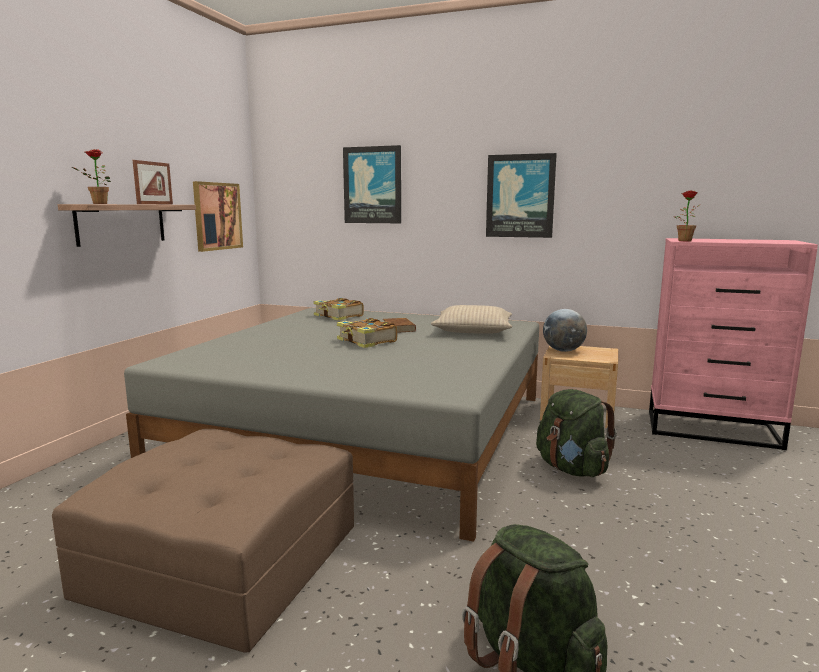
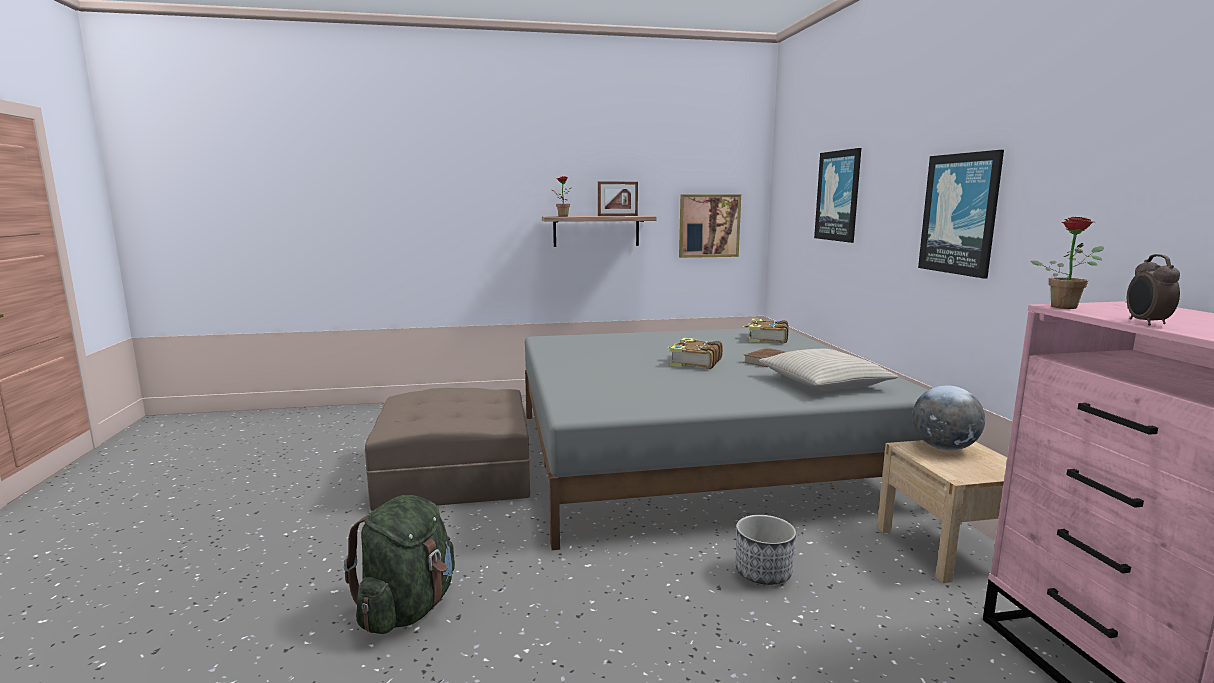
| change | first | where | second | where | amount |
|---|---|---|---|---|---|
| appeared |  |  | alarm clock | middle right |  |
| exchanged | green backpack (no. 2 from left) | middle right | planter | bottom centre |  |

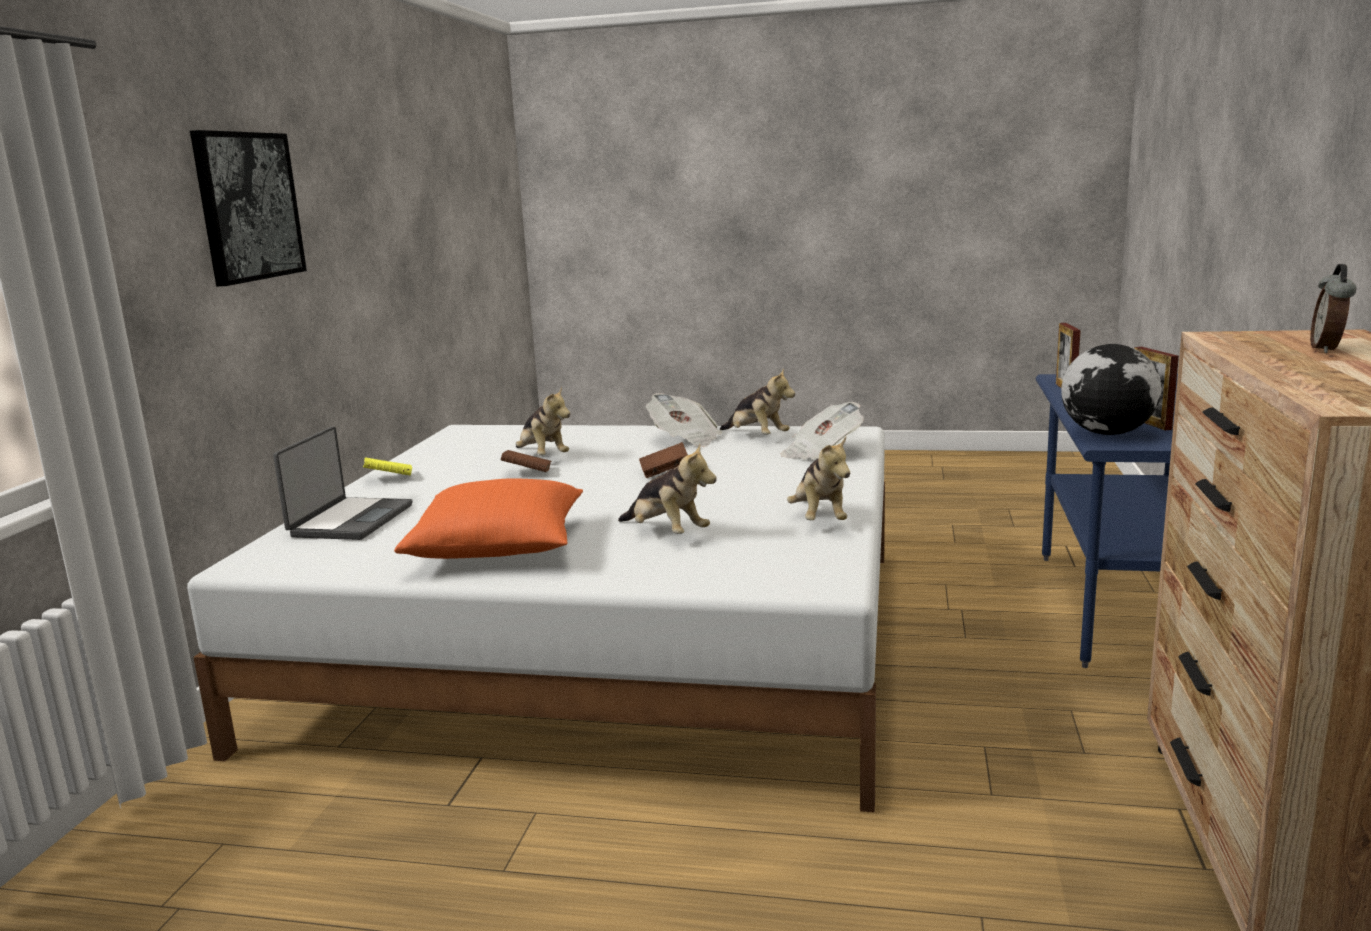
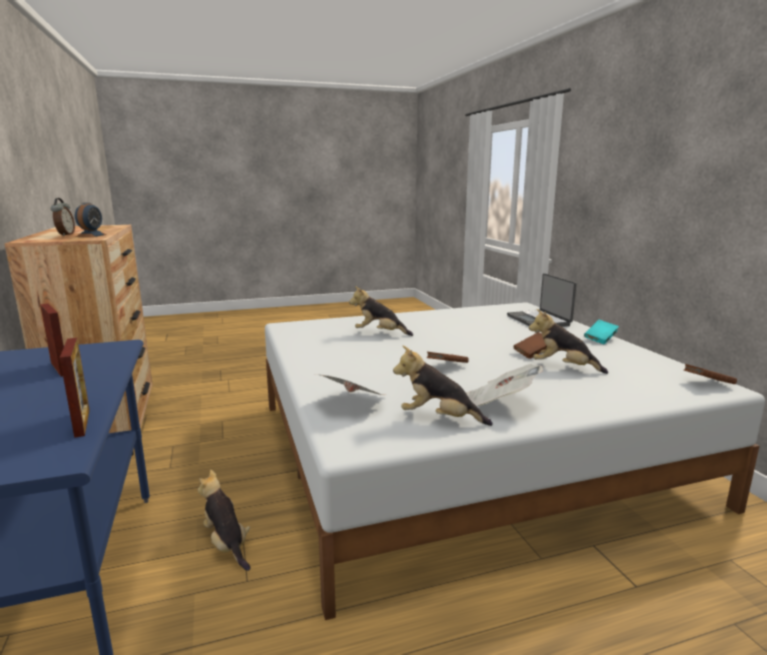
| change | first | where | second | where | amount |
|---|---|---|---|---|---|
| missing | picture | top left |  |  |  |
| missing | orange pillow | centre |  |  |  |
| missing | globe | middle right |  |  |  |
| appeared |  |  | alarm clock (no. 2 from left) | middle left |  |
| appeared |  |  | brown book (no. 3 from left) | middle right |  |
| relocated | plush toy (no. 4 from left in the first image) | centre | plush toy (no. 1 from left) | bottom left |  |
| colour | yellow book | middle left | turquoise book | middle right |  |

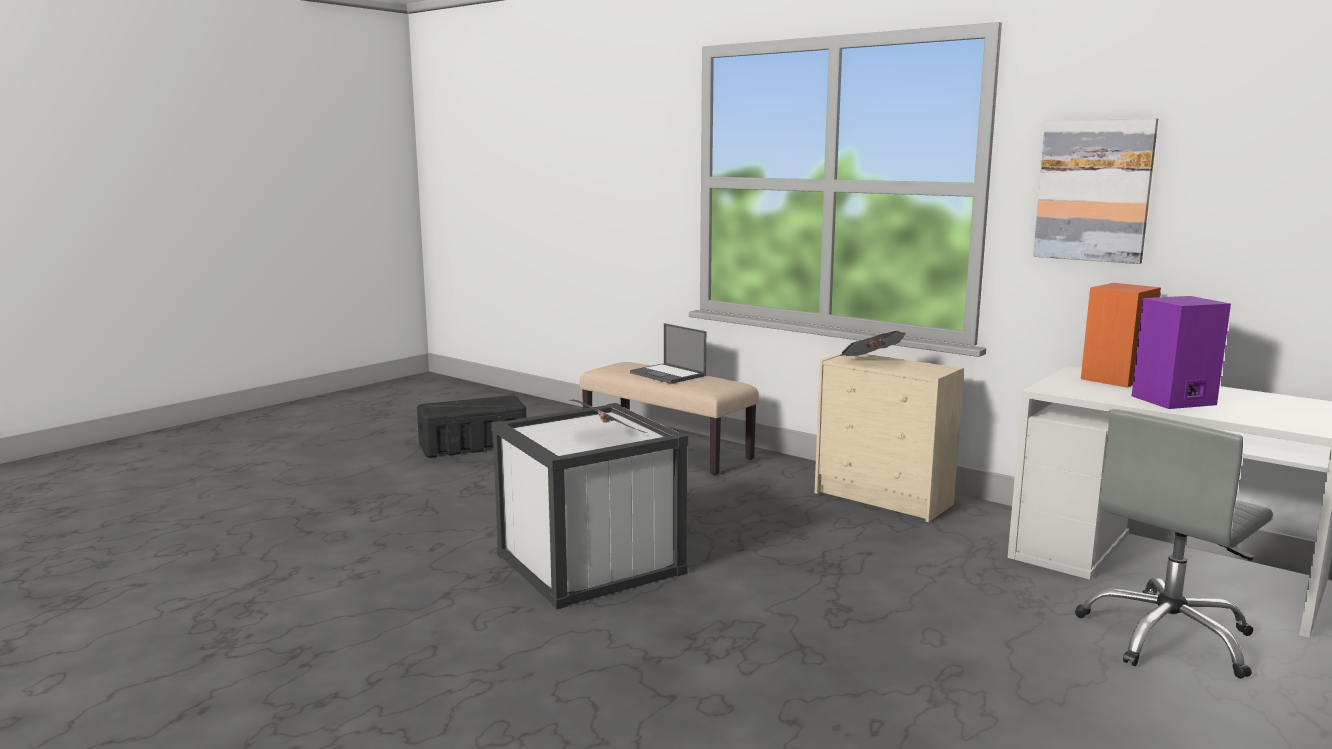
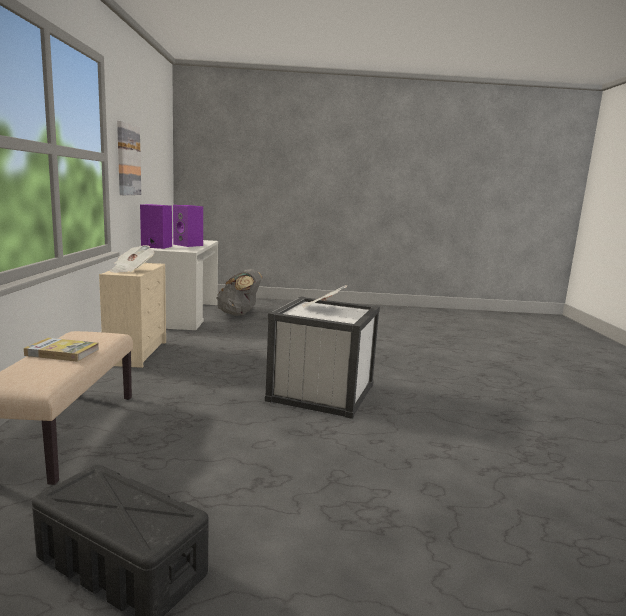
| change | first | where | second | where | amount |
|---|---|---|---|---|---|
| exchanged | laptop | centre | book | middle left |  |
| exchanged | grey office chair | bottom right | grey backpack | centre |  |
| colour | orange speaker | middle right | purple speaker (no. 1 from left) | middle left |  |

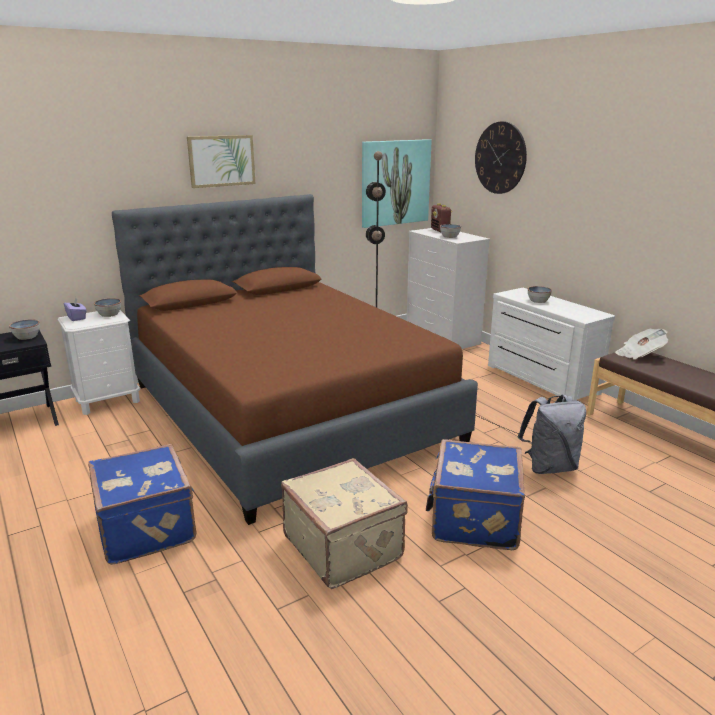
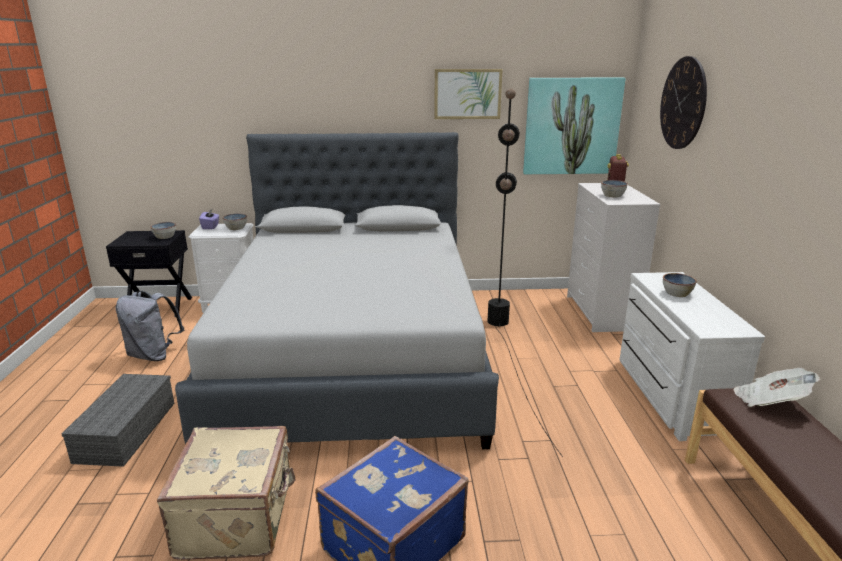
| change | first | where | second | where | amount |
|---|---|---|---|---|---|
| relocated | picture (no. 1 from left) | top left |  | top centre |  |
| relocated | grey backpack | middle right |  | middle left |  |
| exchanged | blue suitcase (no. 1 from left) | bottom left | grey storage box | bottom left |  |
| colour | brown bed | centre | grey bed | centre |  |

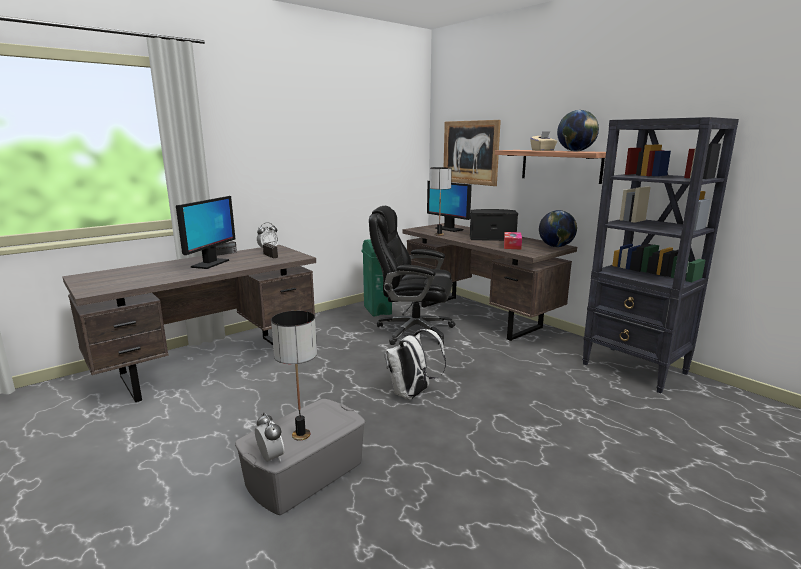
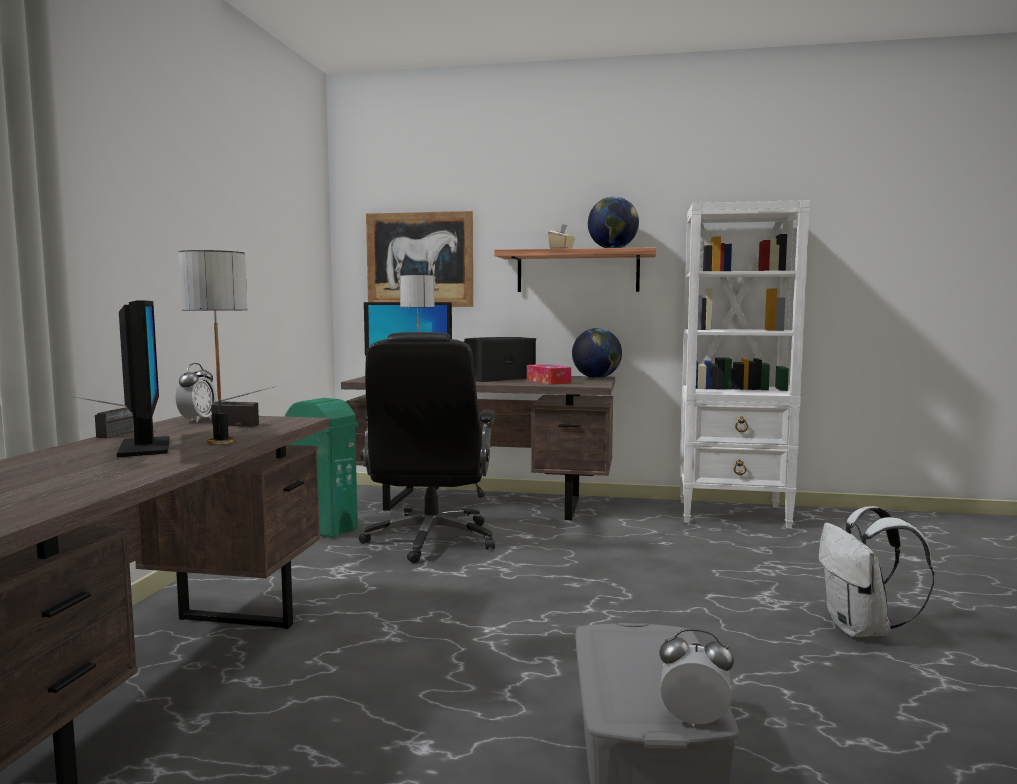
| change | first | where | second | where | amount |
|---|---|---|---|---|---|
| relocated | table lamp (no. 1 from left) | centre |  | middle left |  |
| relocated | white backpack | centre |  | bottom right |  |
| colour | black bookcase | middle right | white bookcase | middle right |  |
| spun | black office chair | centre |  | centre | 60 degrees counterclockwise |

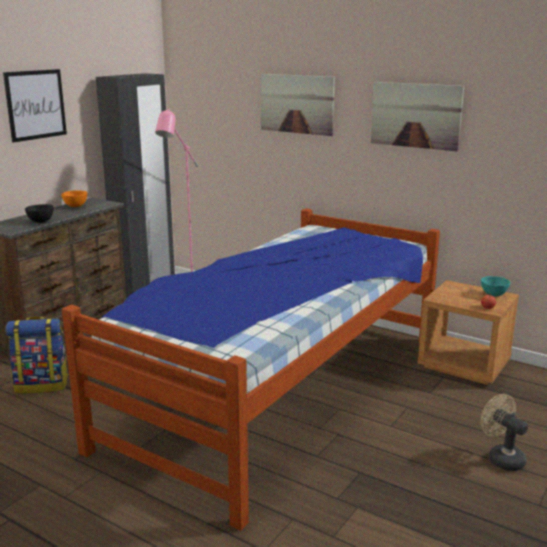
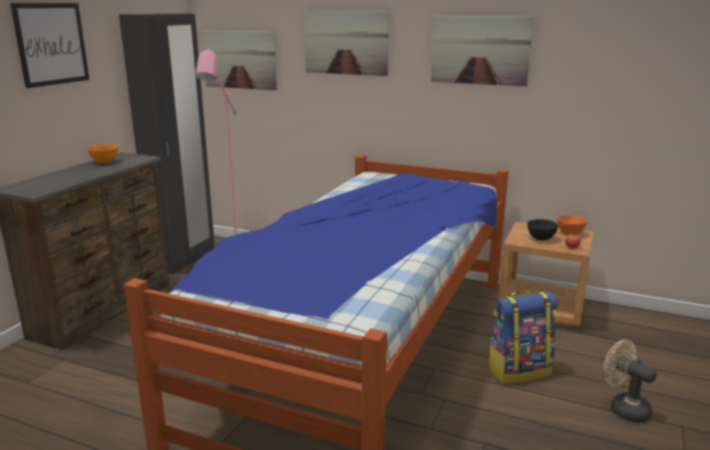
| change | first | where | second | where | amount |
|---|---|---|---|---|---|
| appeared |  |  | picture (no. 2 from left) | top centre |  |
| relocated | backpack | middle left |  | bottom right |  |
| relocated | black bowl | middle left |  | middle right |  |
| colour | turquoise bowl | middle right | orange bowl (no. 2 from left) | middle right |  |

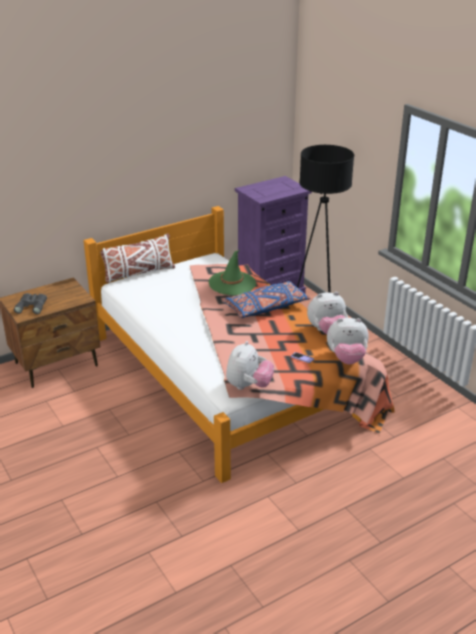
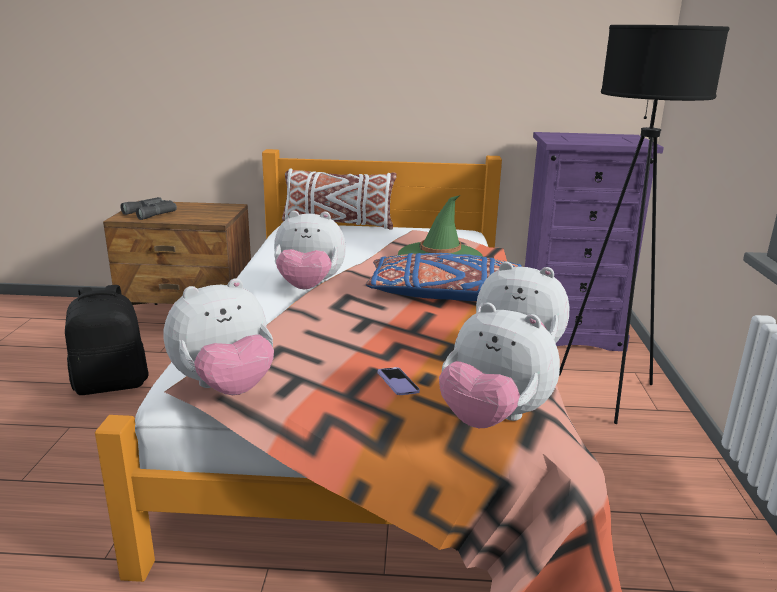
| change | first | where | second | where | amount |
|---|---|---|---|---|---|
| appeared |  |  | black backpack | middle left |  |
| appeared |  |  | plush toy (no. 2 from left) | centre |  |

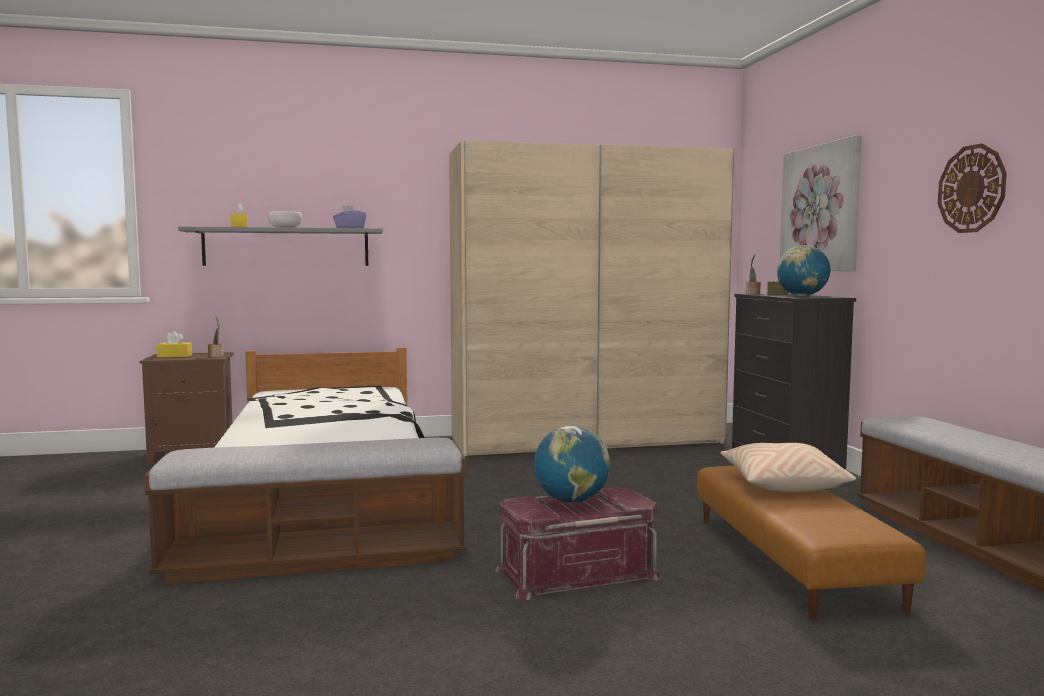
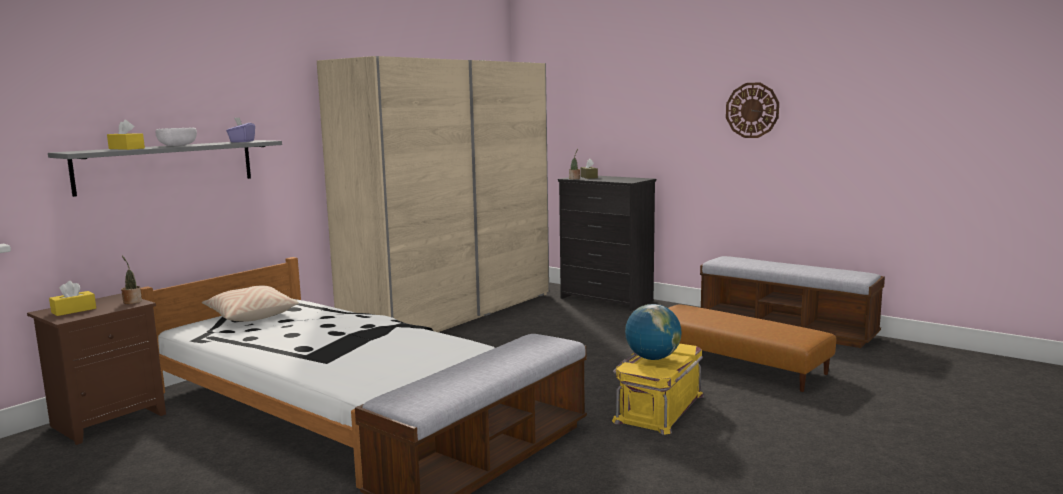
| change | first | where | second | where | amount |
|---|---|---|---|---|---|
| missing | globe (no. 2 from left) | middle right |  |  |  |
| missing | picture | top right |  |  |  |
| relocated | beige pillow | bottom right |  | middle left |  |
| colour | red storage box | bottom centre | yellow storage box | bottom centre |  |

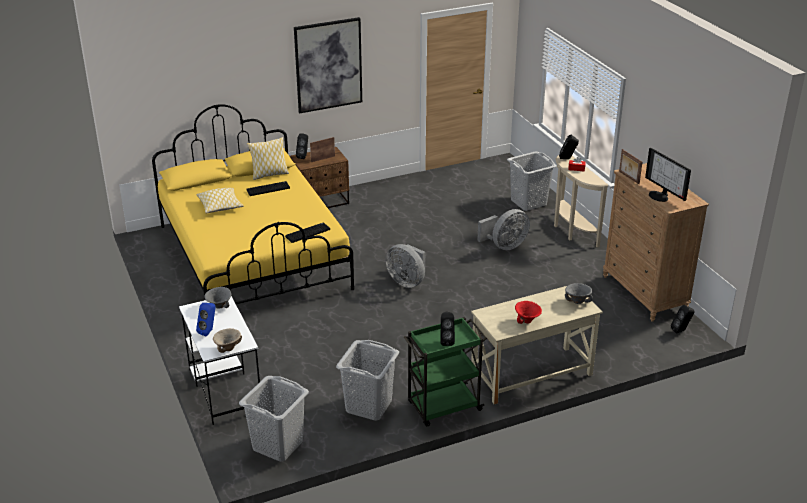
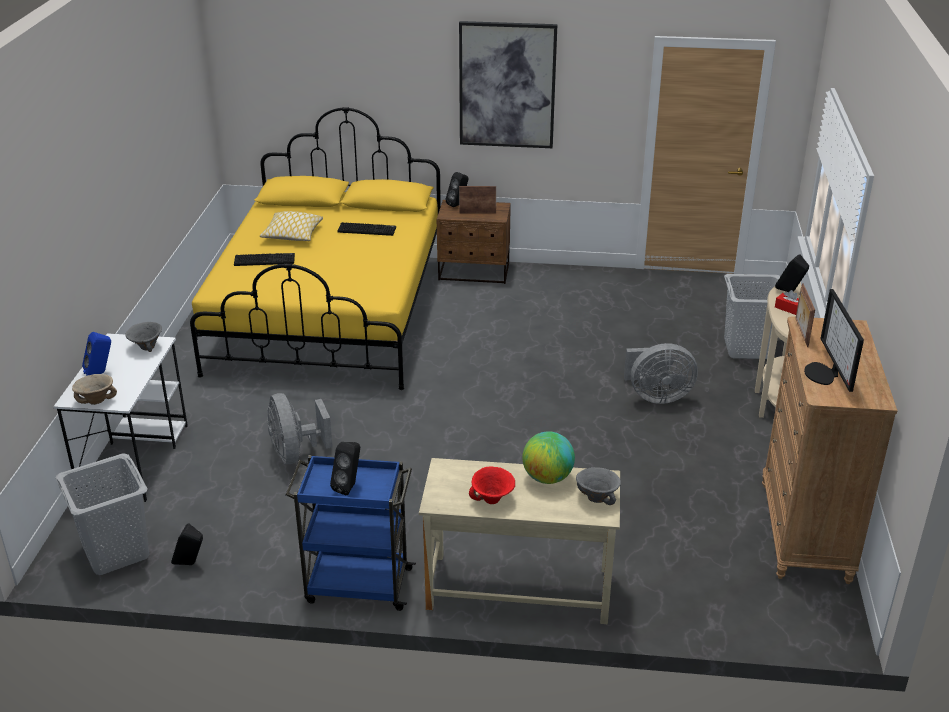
| change | first | where | second | where | amount |
|---|---|---|---|---|---|
| missing | pillow (no. 2 from left) | top left |  |  |  |
| missing | grey laundry basket (no. 2 from left) | bottom centre |  |  |  |
| appeared |  |  | globe | centre |  |
| relocated | keyboard (no. 2 from left in the first image) | centre | keyboard (no. 1 from left) | middle left |  |
| relocated | grey fan (no. 1 from left) | centre |  | middle left |  |
| relocated | black speaker (no. 4 from left in the first image) | middle right | black speaker (no. 1 from left) | bottom left |  |
| colour | green cart | bottom centre | blue cart | bottom centre |  |

